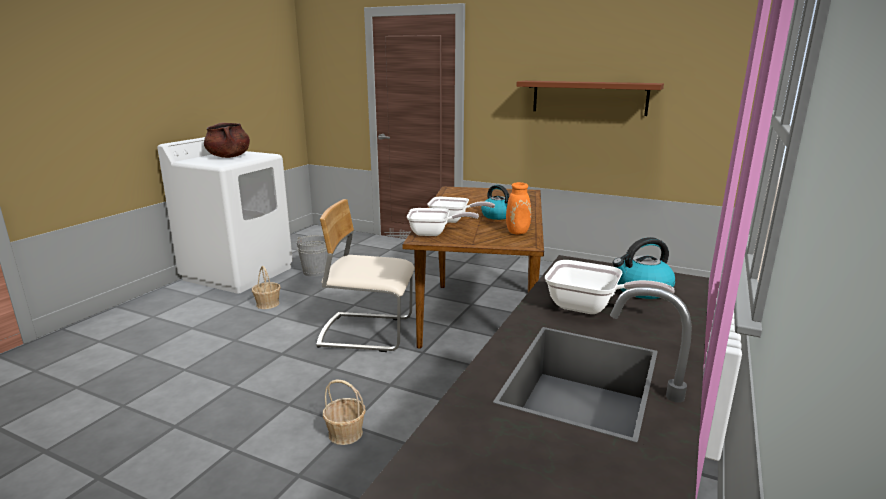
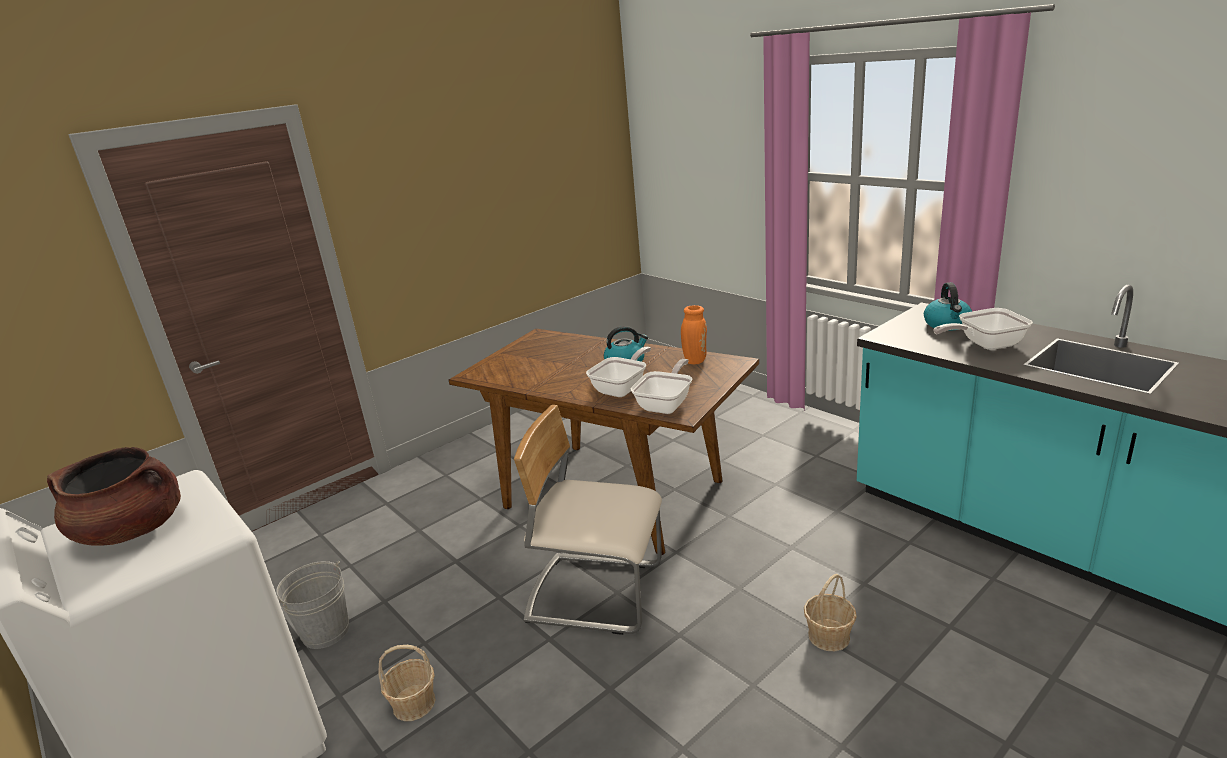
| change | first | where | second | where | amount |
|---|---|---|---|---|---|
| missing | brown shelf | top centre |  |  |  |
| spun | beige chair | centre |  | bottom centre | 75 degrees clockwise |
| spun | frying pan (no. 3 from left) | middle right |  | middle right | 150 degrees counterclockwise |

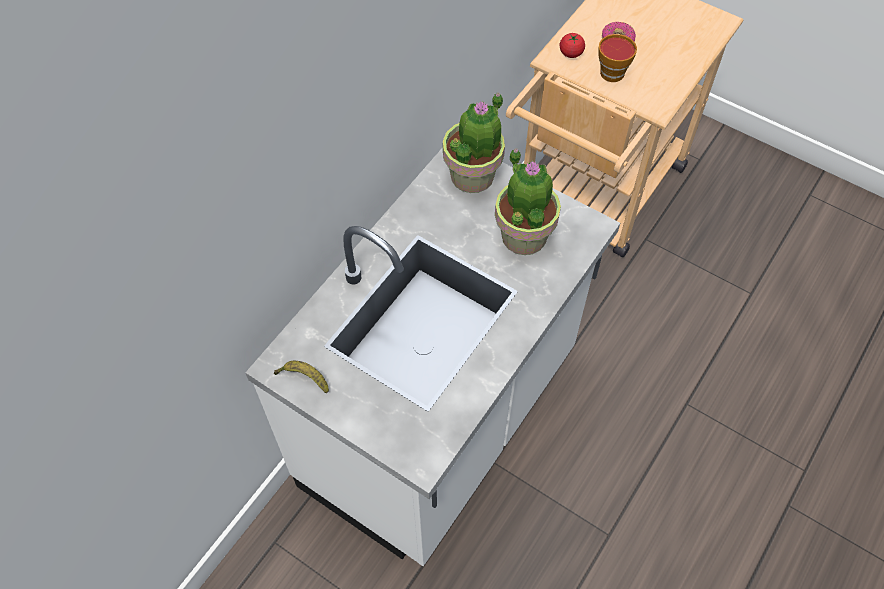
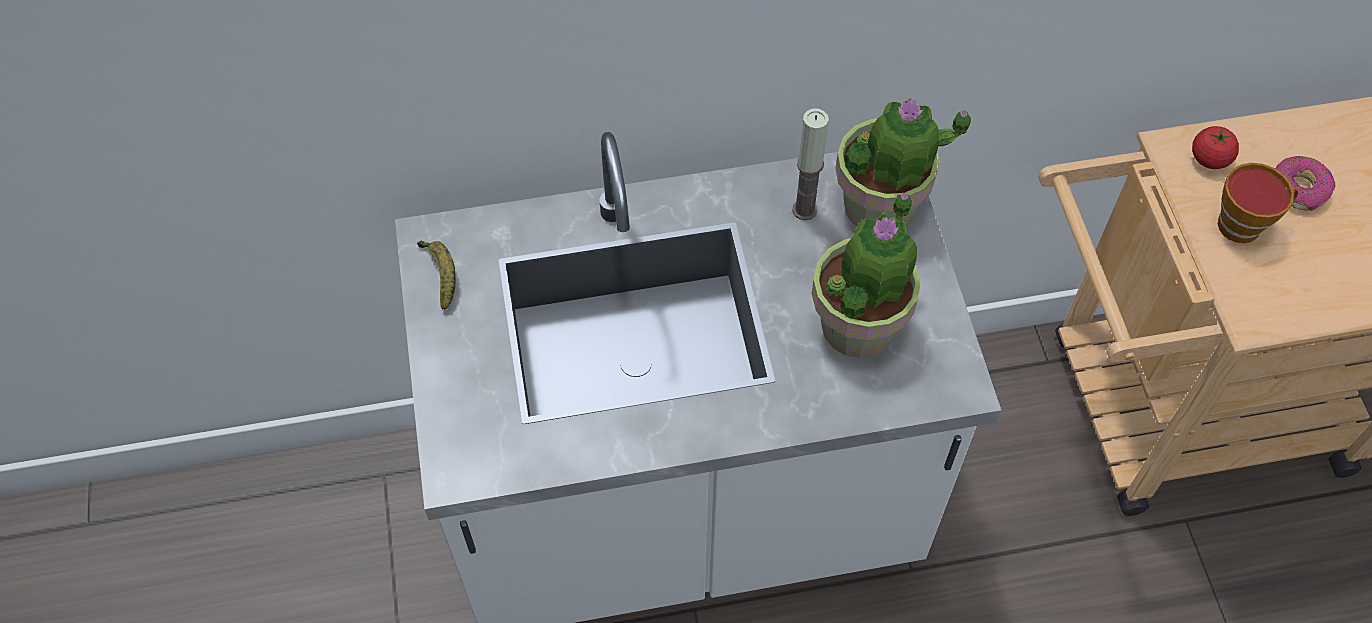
| change | first | where | second | where | amount |
|---|---|---|---|---|---|
| appeared |  |  | candle | top centre |  |

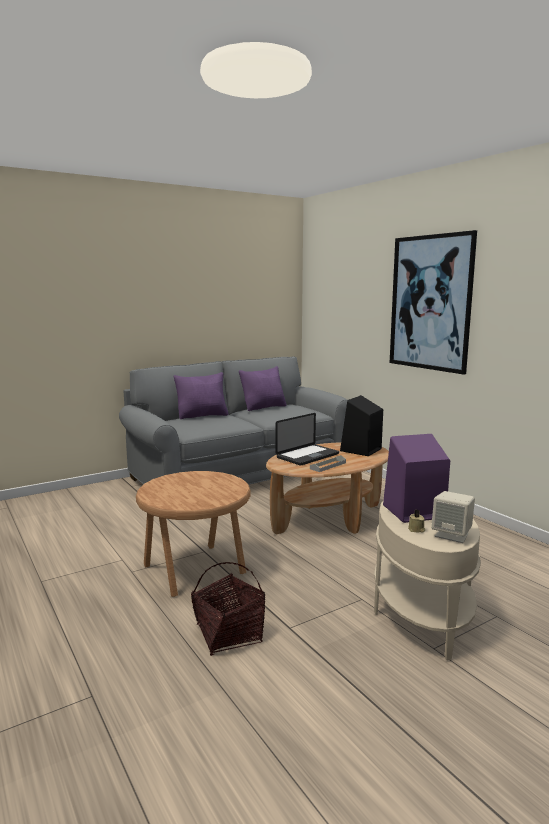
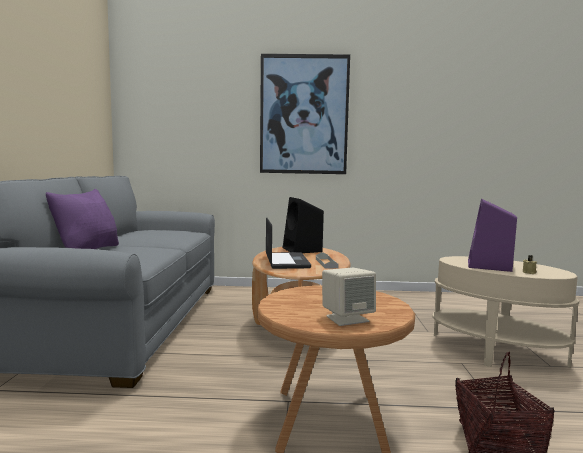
| change | first | where | second | where | amount |
|---|---|---|---|---|---|
| missing | purple pillow (no. 2 from left) | centre |  |  |  |
| relocated | beige speaker | middle right |  | centre |  |

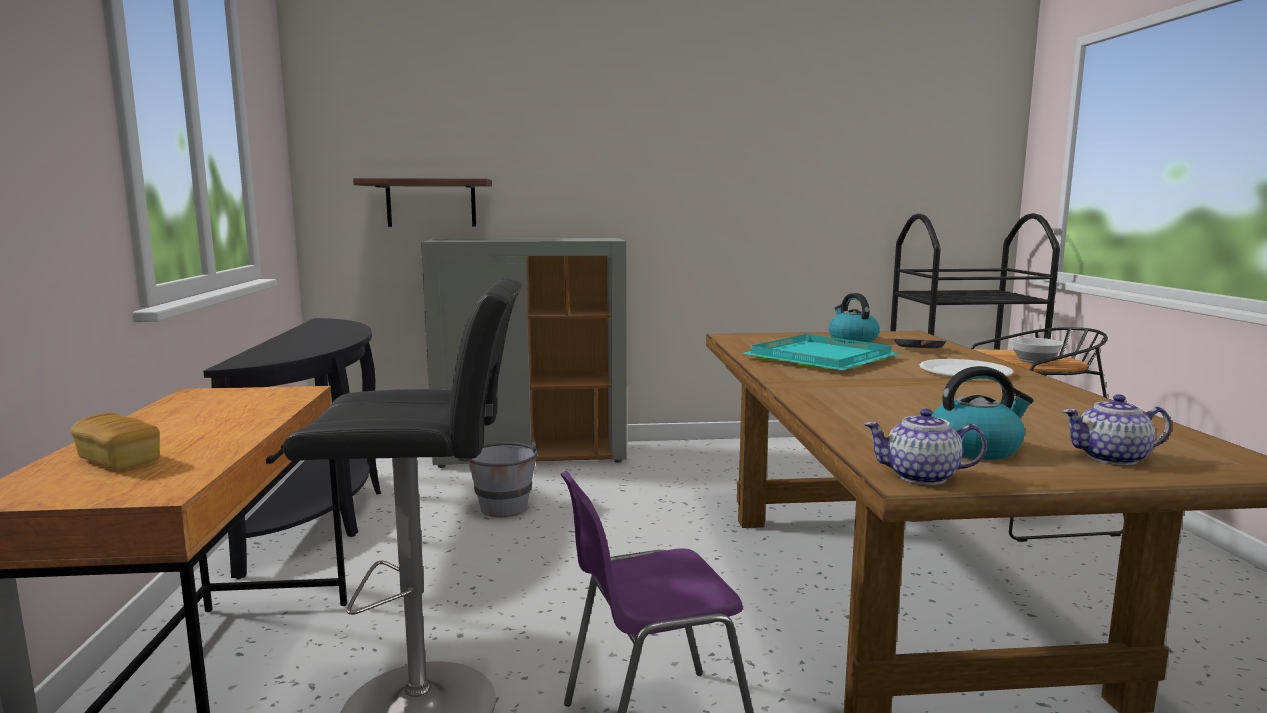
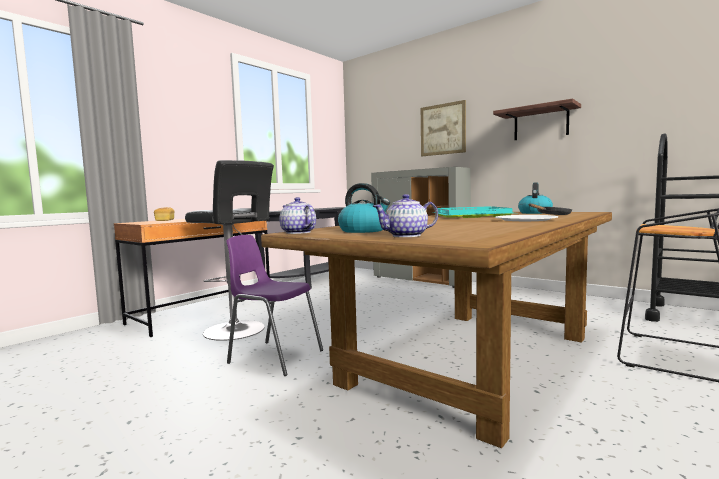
| change | first | where | second | where | amount |
|---|---|---|---|---|---|
| missing | grey bucket | bottom centre |  |  |  |
| missing | bowl | middle right |  |  |  |
| appeared |  |  | picture | top centre |  |
| relocated | shelf | top left |  | top right |  |
| spun | teapot (no. 2 from left) | middle right |  | centre | 60 degrees counterclockwise |

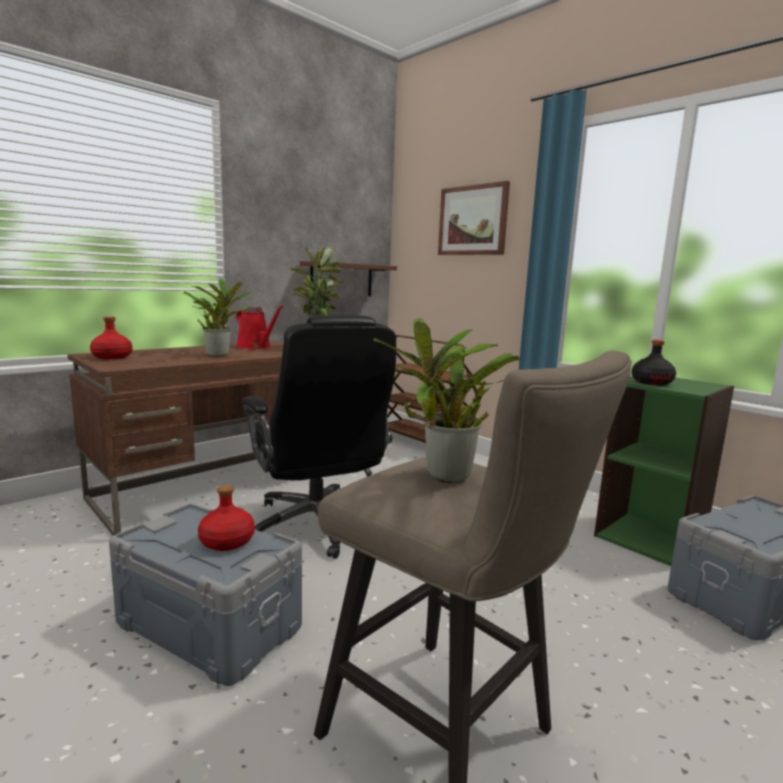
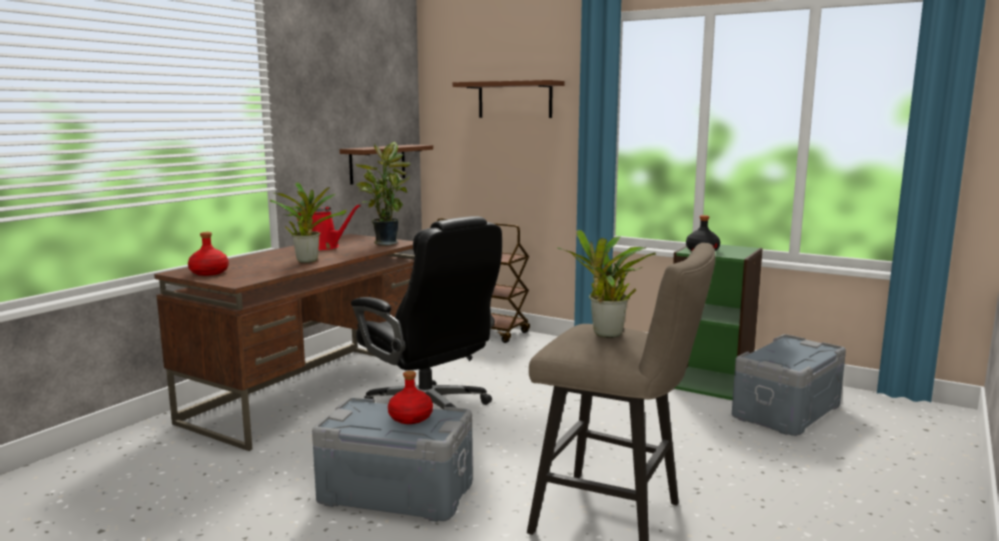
| change | first | where | second | where | amount |
|---|---|---|---|---|---|
| exchanged | picture | top centre | brown shelf (no. 2 from left) | top centre |  |

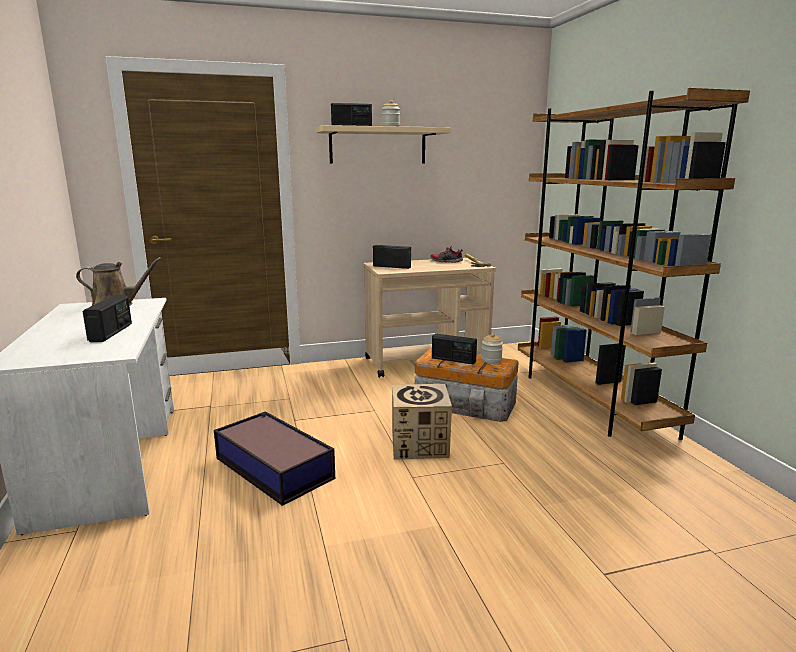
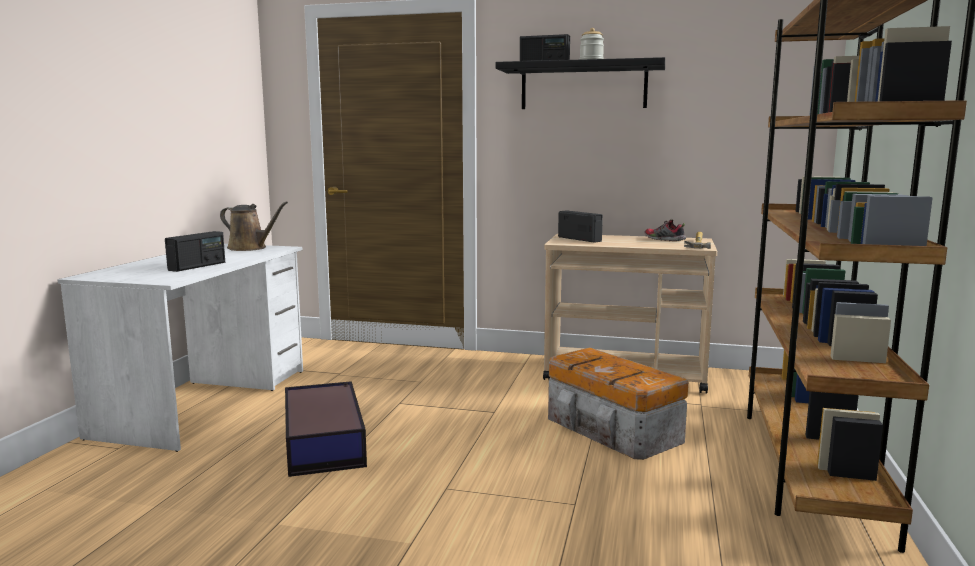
| change | first | where | second | where | amount |
|---|---|---|---|---|---|
| missing | cardboard box | centre |  |  |  |
| missing | radio (no. 4 from left) | centre |  |  |  |
| missing | jar (no. 2 from left) | centre |  |  |  |
| colour | beige shelf | top centre | black shelf | top centre |  |

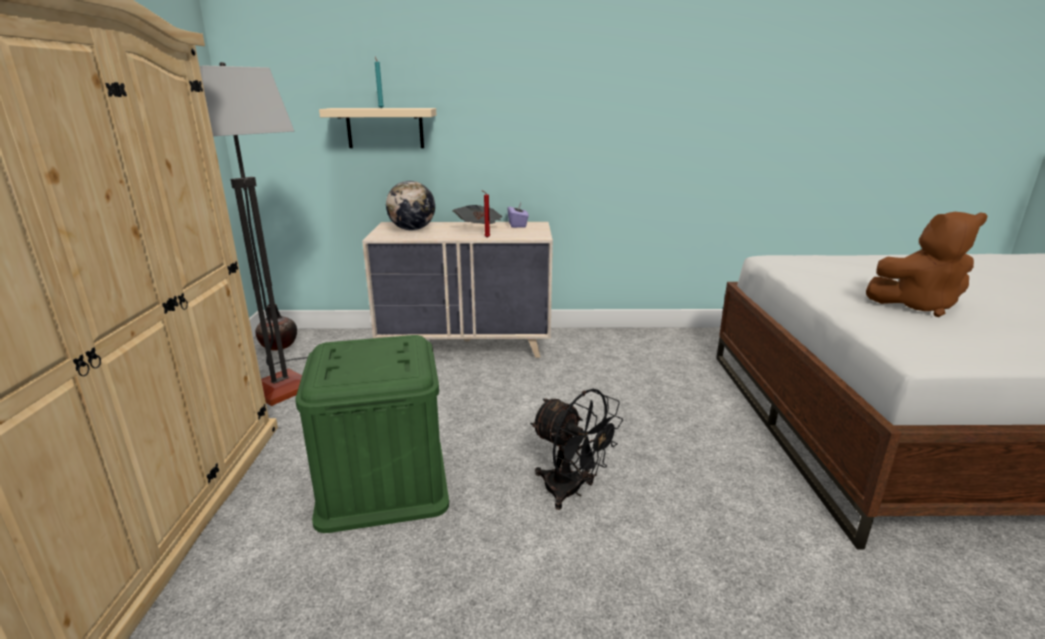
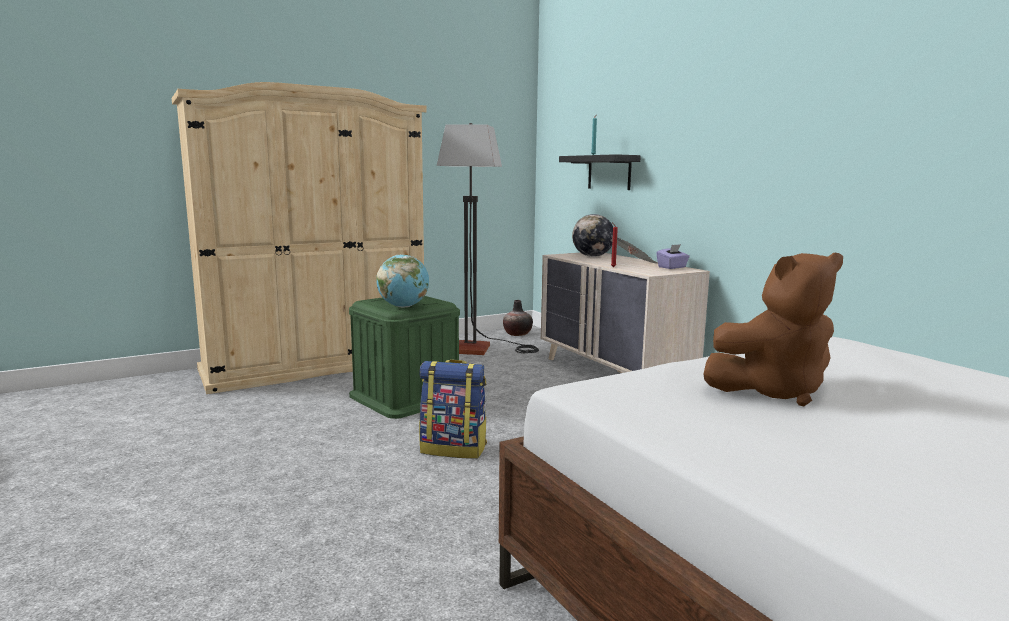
| change | first | where | second | where | amount |
|---|---|---|---|---|---|
| appeared |  |  | globe (no. 1 from left) | centre |  |
| exchanged | black fan | bottom centre | backpack | centre |  |
| colour | beige shelf | top centre | black shelf | top centre |  |
| spun | brown plush toy | middle right |  | middle right | 75 degrees counterclockwise |

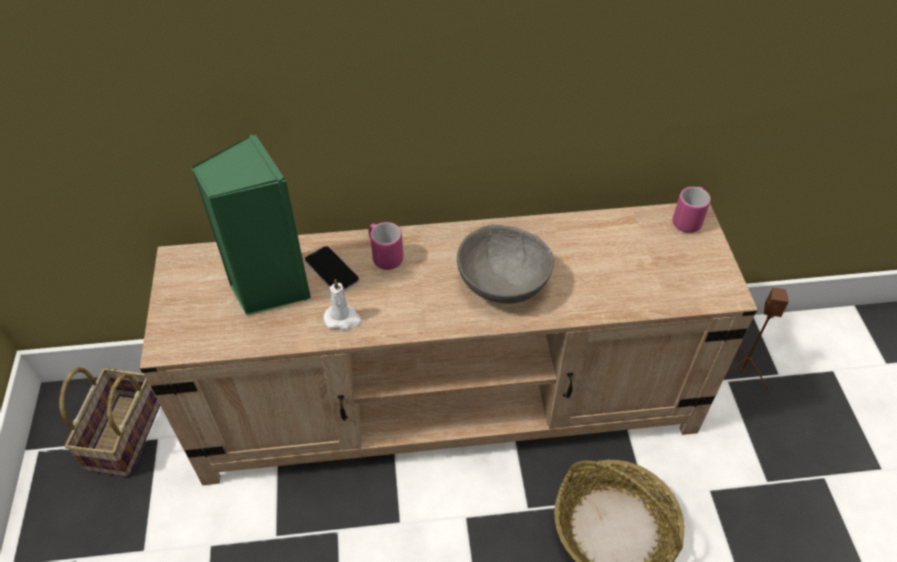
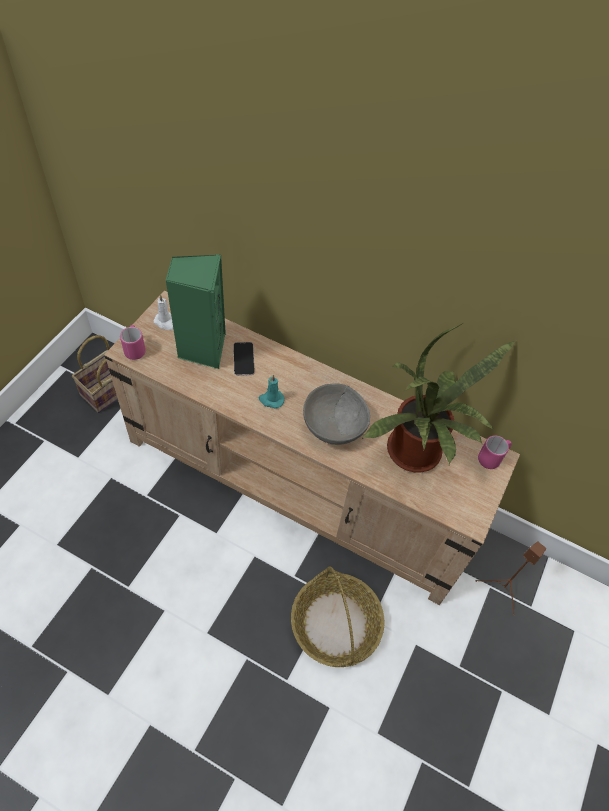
| change | first | where | second | where | amount |
|---|---|---|---|---|---|
| appeared |  |  | turquoise candle | centre |  |
| appeared |  |  | potted plant | middle right |  |
| relocated | white candle | centre |  | middle left |  |
| relocated | pink mug (no. 1 from left) | centre |  | middle left |  |

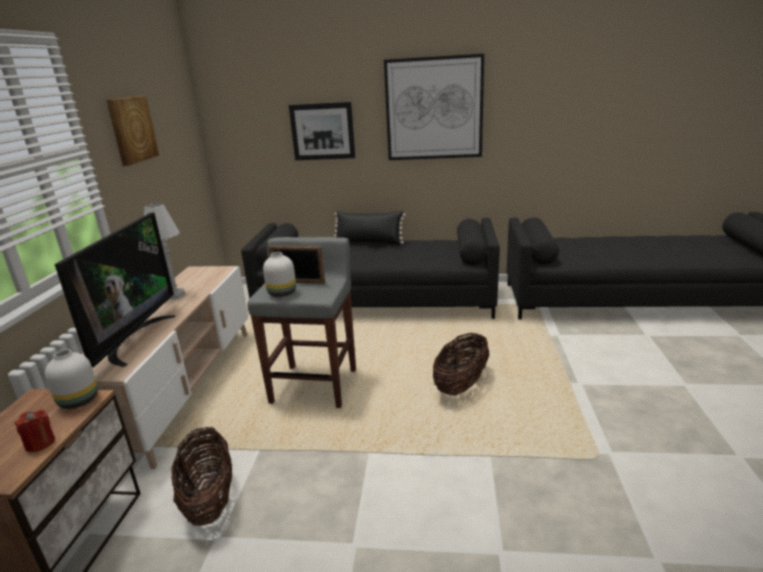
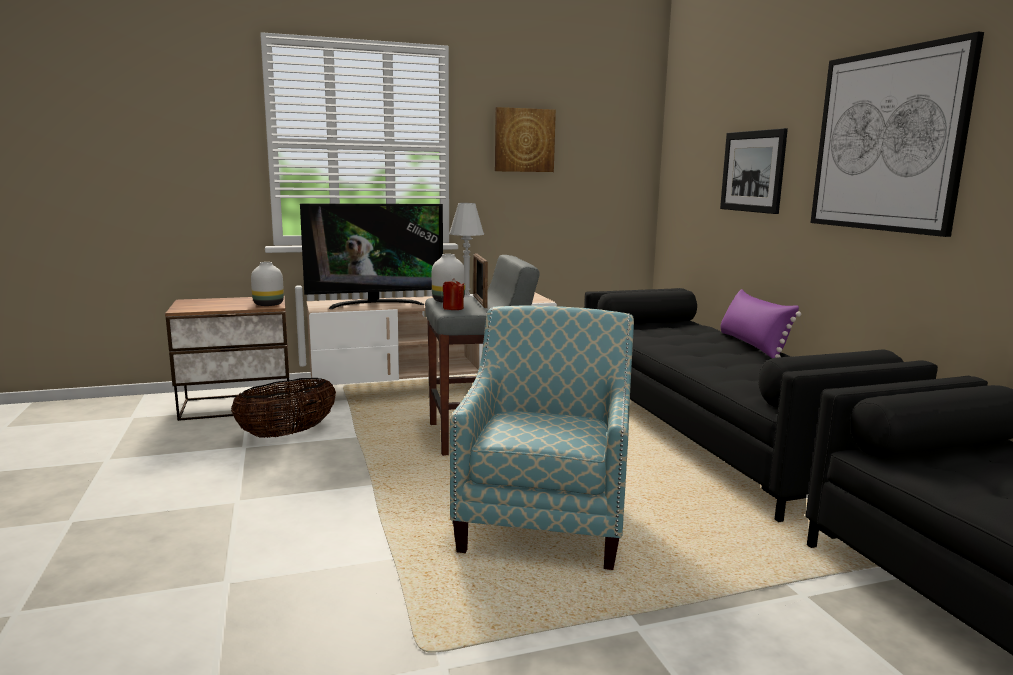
| change | first | where | second | where | amount |
|---|---|---|---|---|---|
| relocated | red candle | bottom left |  | centre |  |
| exchanged | basket (no. 2 from left) | centre | armchair | centre |  |
| colour | black pillow | centre | purple pillow | middle right |  |

